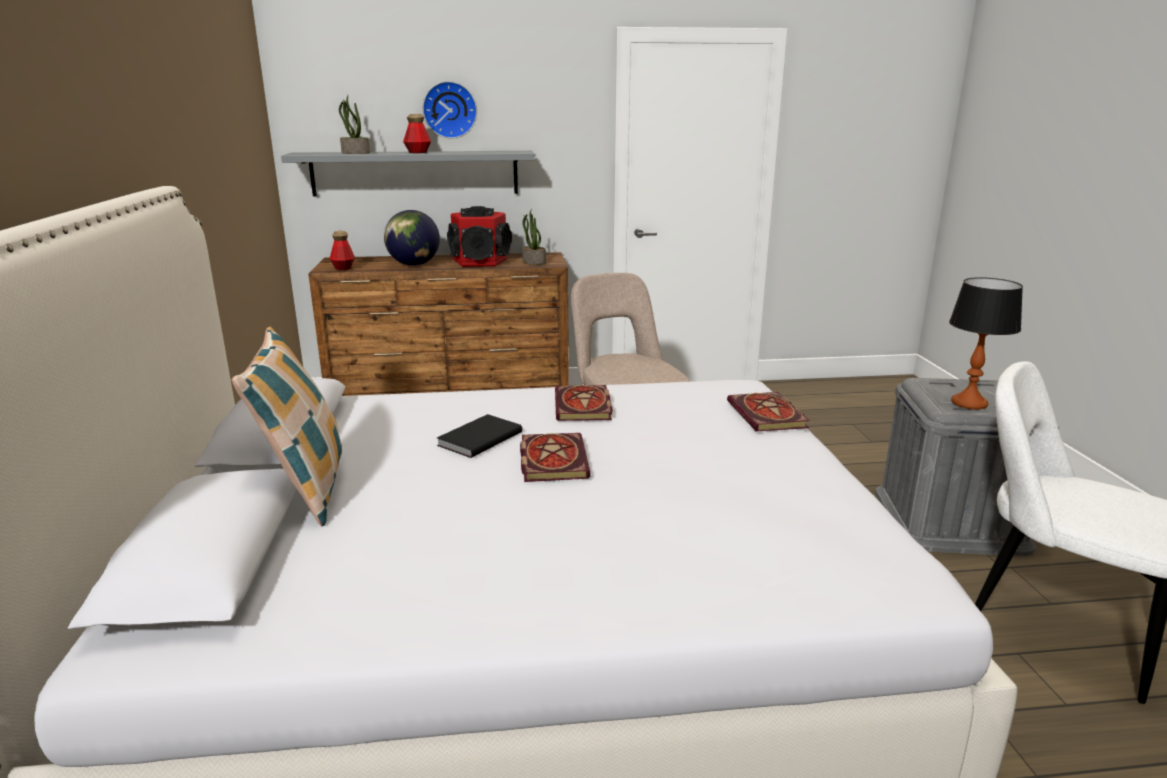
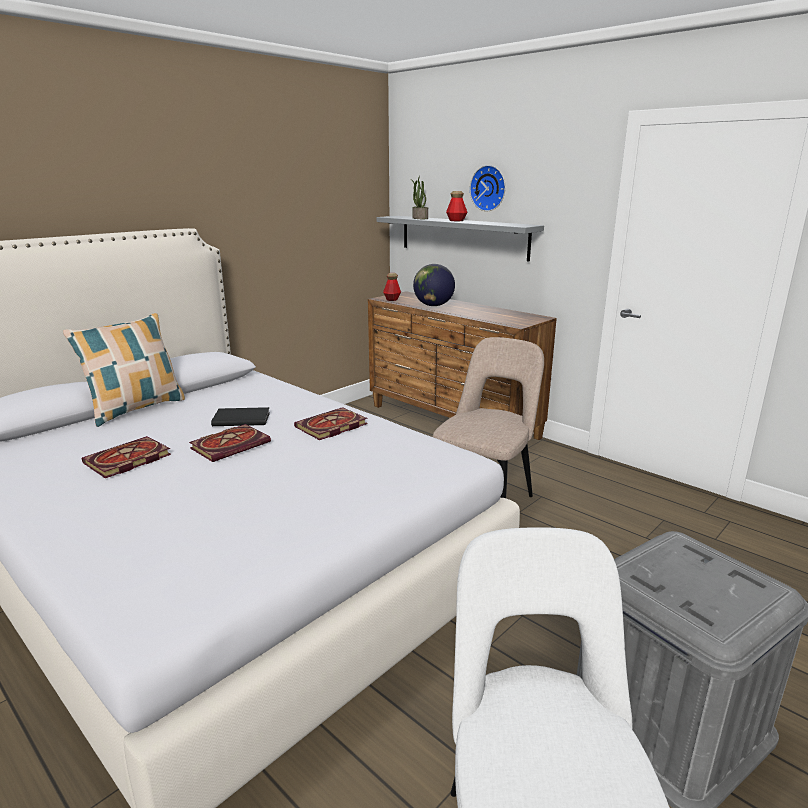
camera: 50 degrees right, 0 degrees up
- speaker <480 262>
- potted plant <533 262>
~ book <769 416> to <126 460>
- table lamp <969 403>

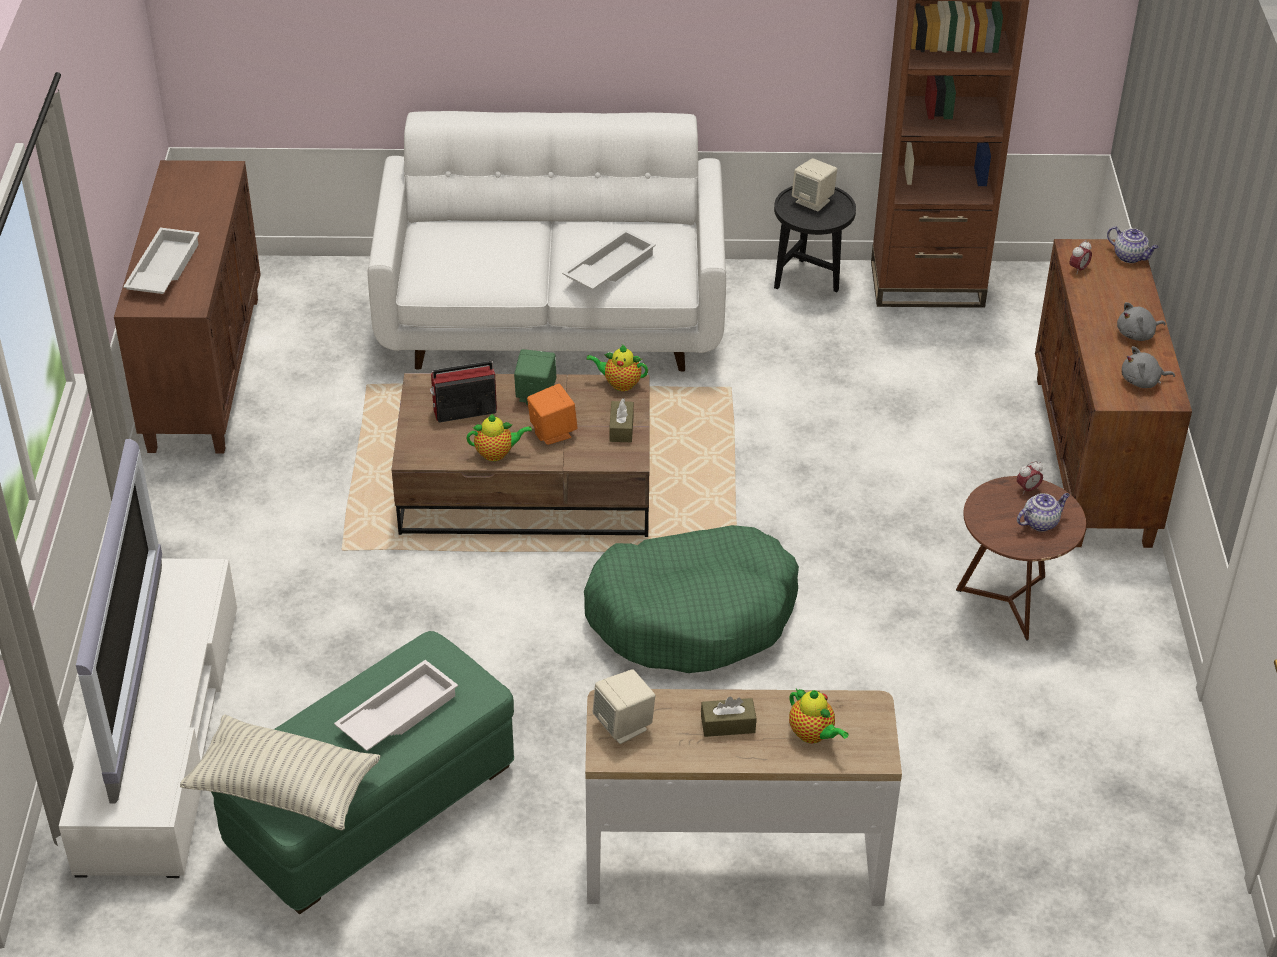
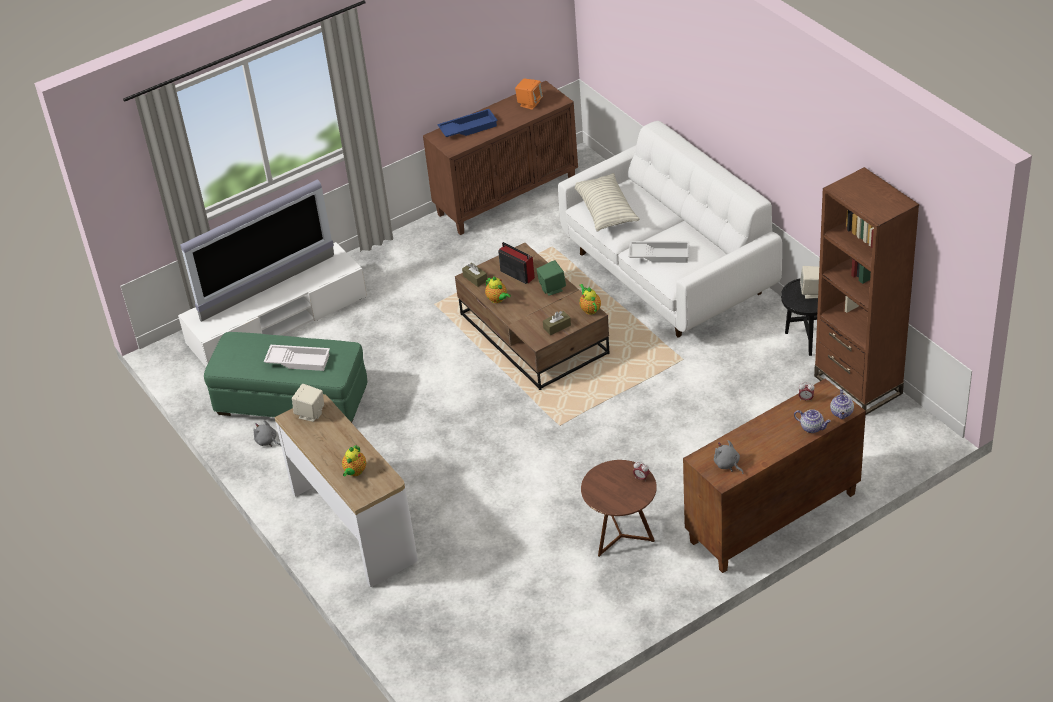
camera: 60 degrees right, 0 degrees up
~ tray/white <162 269> to tray/blue <468 128>
~ pillow <284 788> to <605 211>
~ speaker/orange <552 432> to <529 103>
- dog bed/green <693 615>
~ tissue box/brown <728 724> to <475 278>
~ teapot <1040 522> to <812 427>
~ plush toy/grey <1137 334> to <267 441>

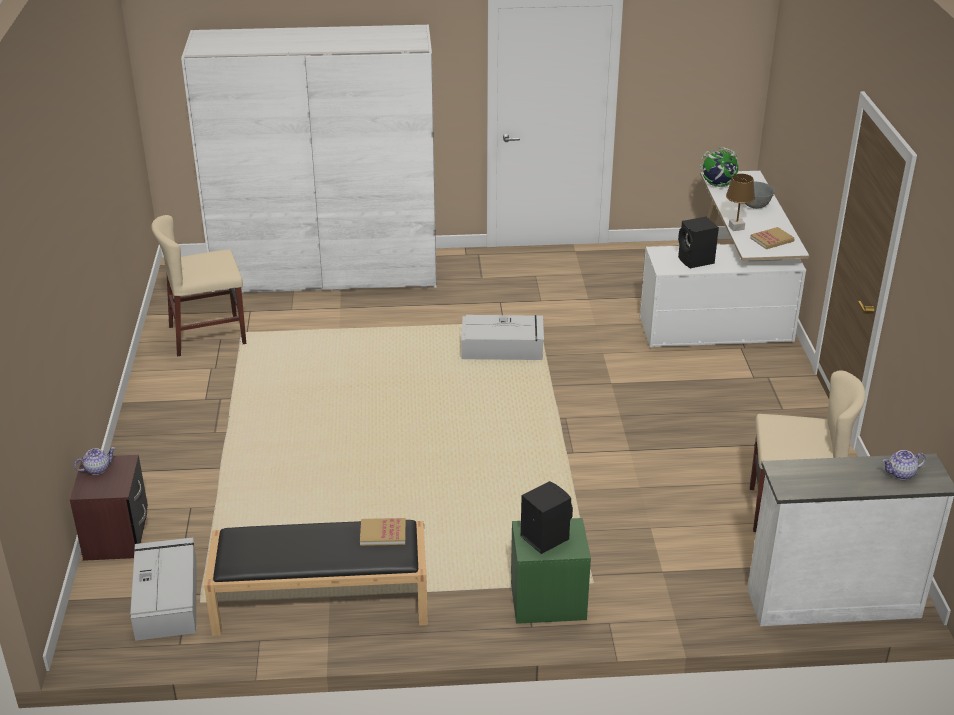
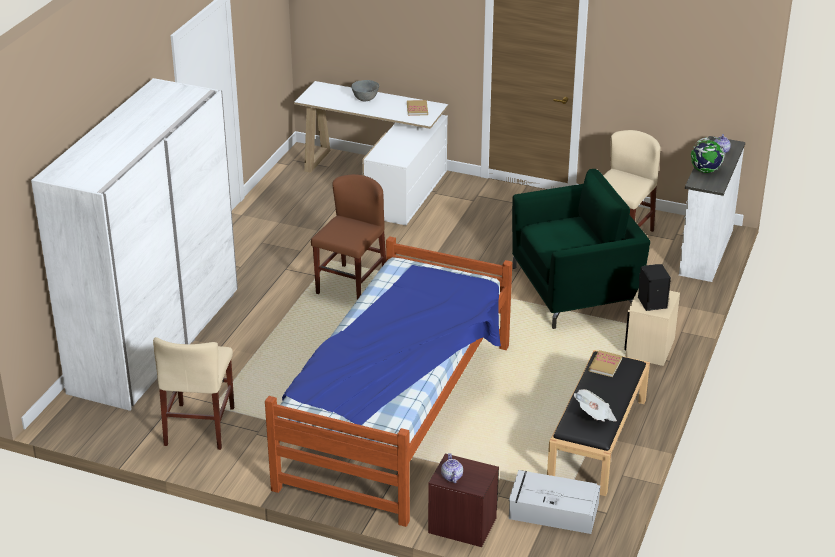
camera: 65 degrees left, 0 degrees up
~ storage box/grey <503 347> to chair/brown <351 285>
~ nightstand/green <548 601> to nightstand/beige <649 348>
- speaker/black <696 261>
~ globe <717 185> to <705 171>
- table lamp/brown <736 228>
+ bed <399 414>
+ armchair/green <575 290>
+ newspaper <595 415>

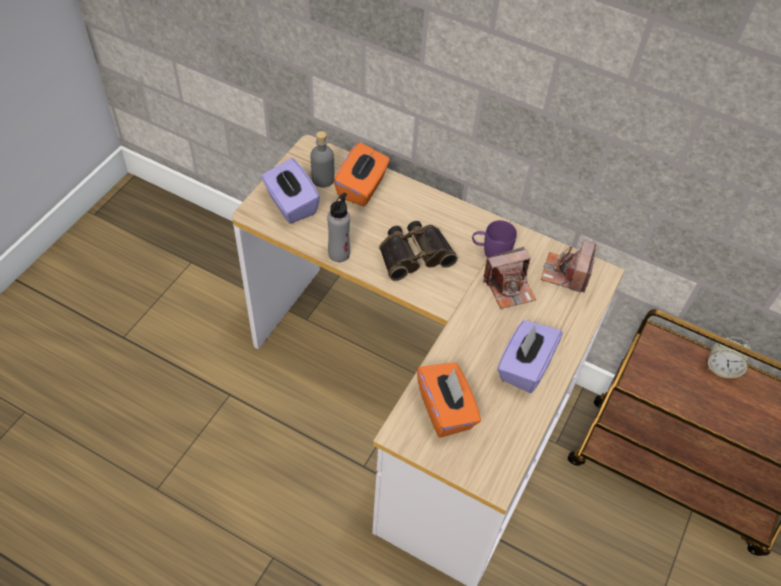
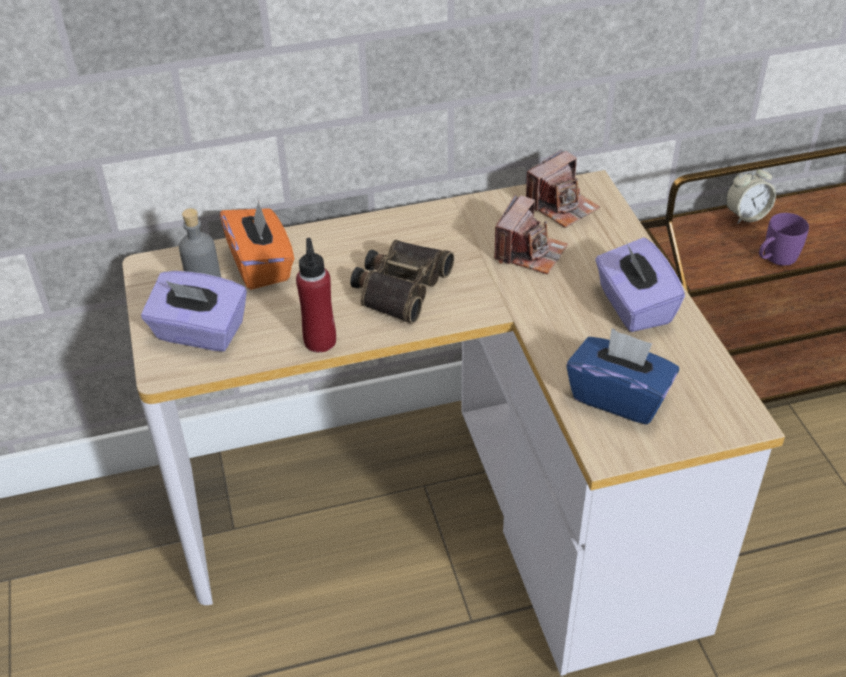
camera: 40 degrees left, 10 degrees down
~ bottle/grey <339 253> to bottle/red <320 341>
~ tissue box/orange <446 410> to tissue box/blue <619 397>
~ mug/purple <490 251> to <775 258>
~ photo camera <566 273> = <561 206> 105 degrees counterclockwise

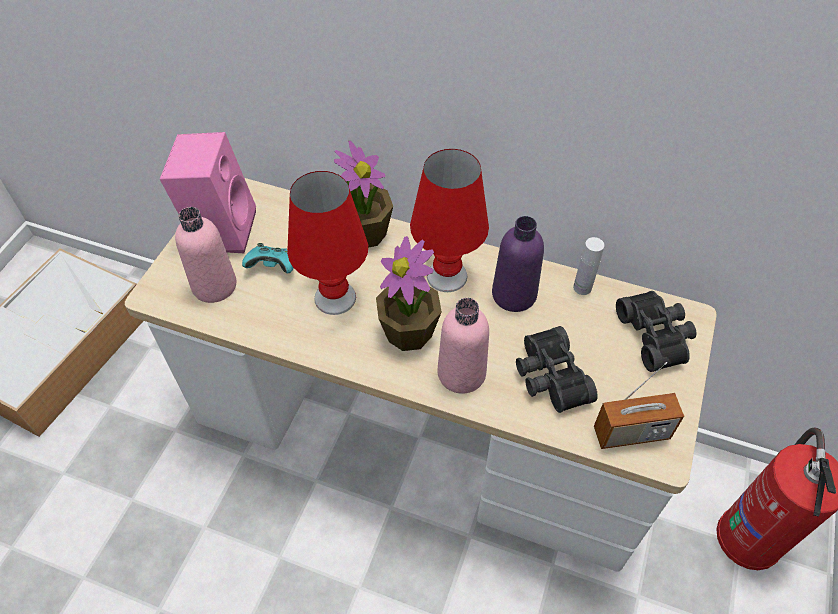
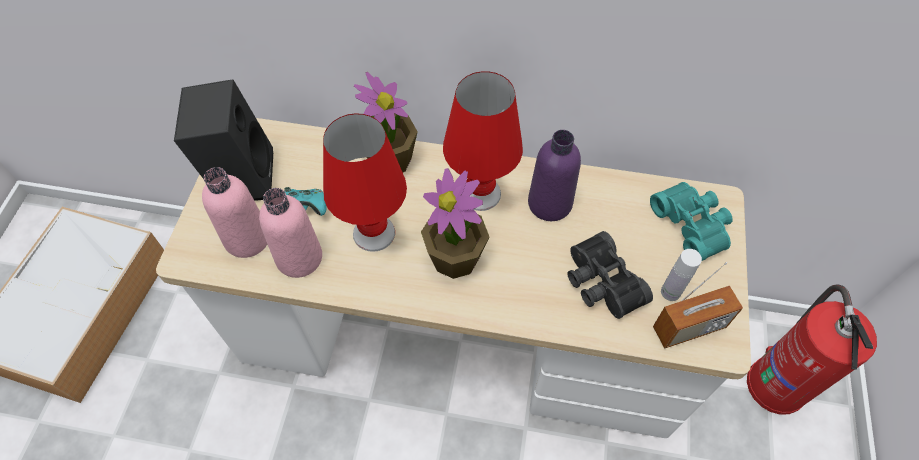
camera: 10 degrees left, 5 degrees up
~ speaker/pink <221 229> to speaker/black <241 176>
~ bottle/pink <461 373> to <299 258>
~ bottle/white <582 287> to <670 292>
~ binoculars/black <656 335> to binoculars/turquoise <692 225>

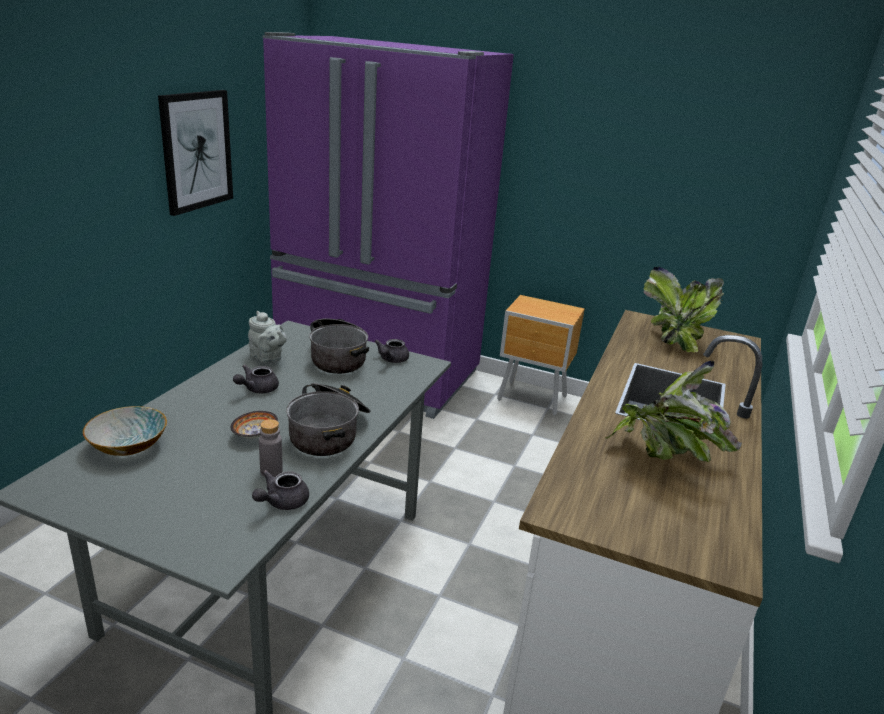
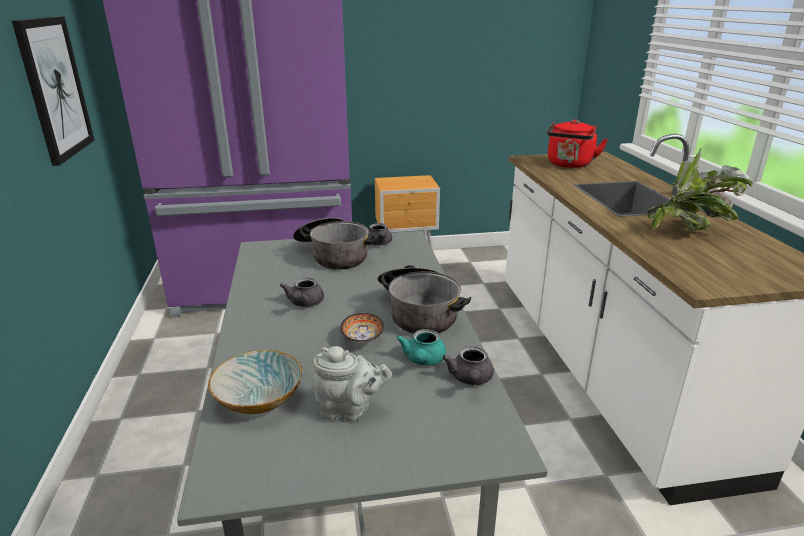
camera: 30 degrees left, 0 degrees up
~ teapot/grey <267 358> to <349 410>
~ bottle/grey <271 471> to teapot/turquoise <423 360>
~ potted plant <676 340> to kettle/red <569 165>

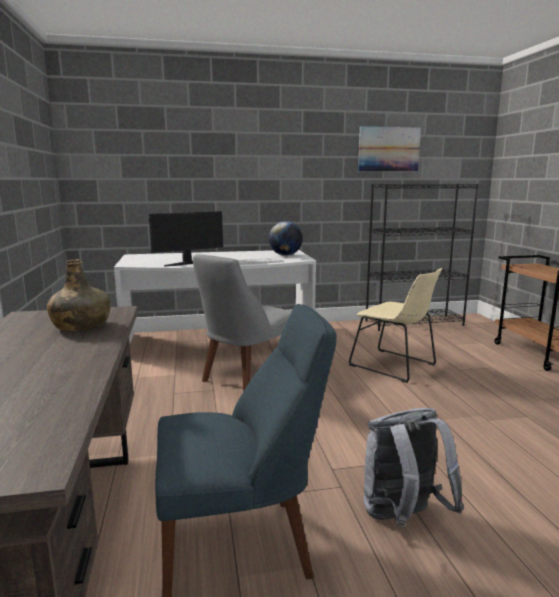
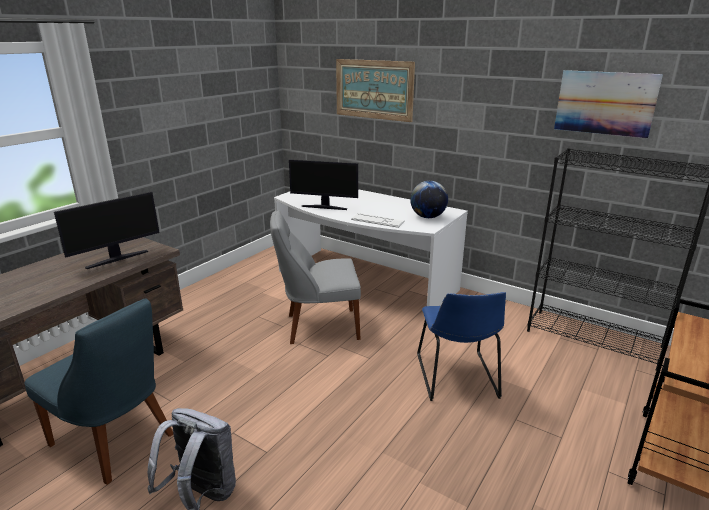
camera: 45 degrees right, 10 degrees up
~ bottle/green <81 326> to monitor <117 259>
~ chair/beige <395 366> to chair/blue <457 378>
+ picture <374 89>

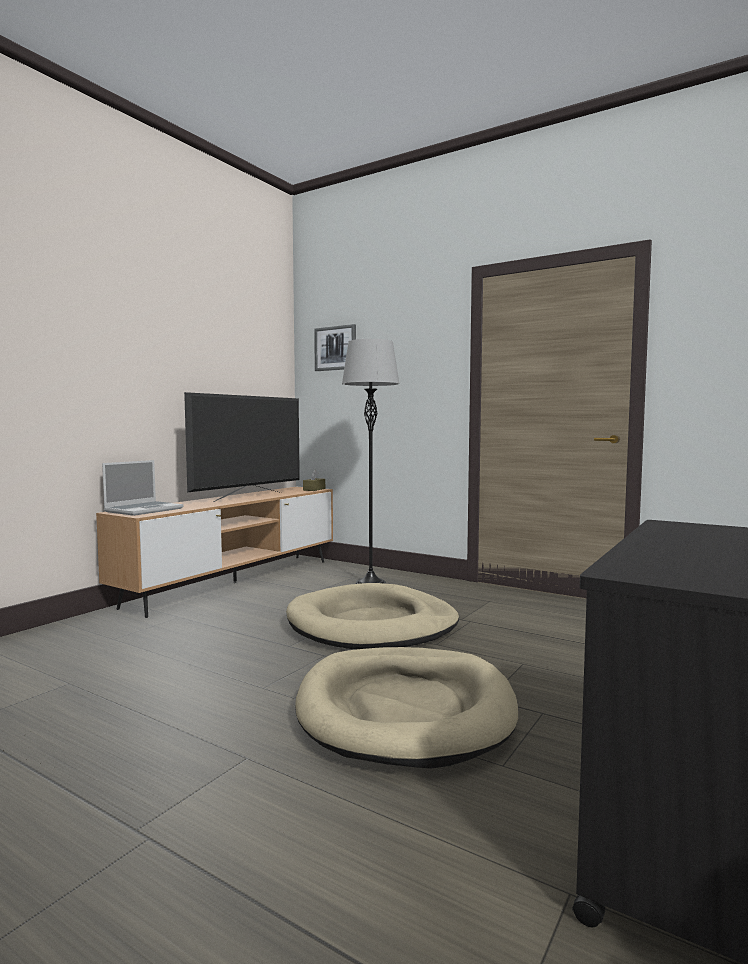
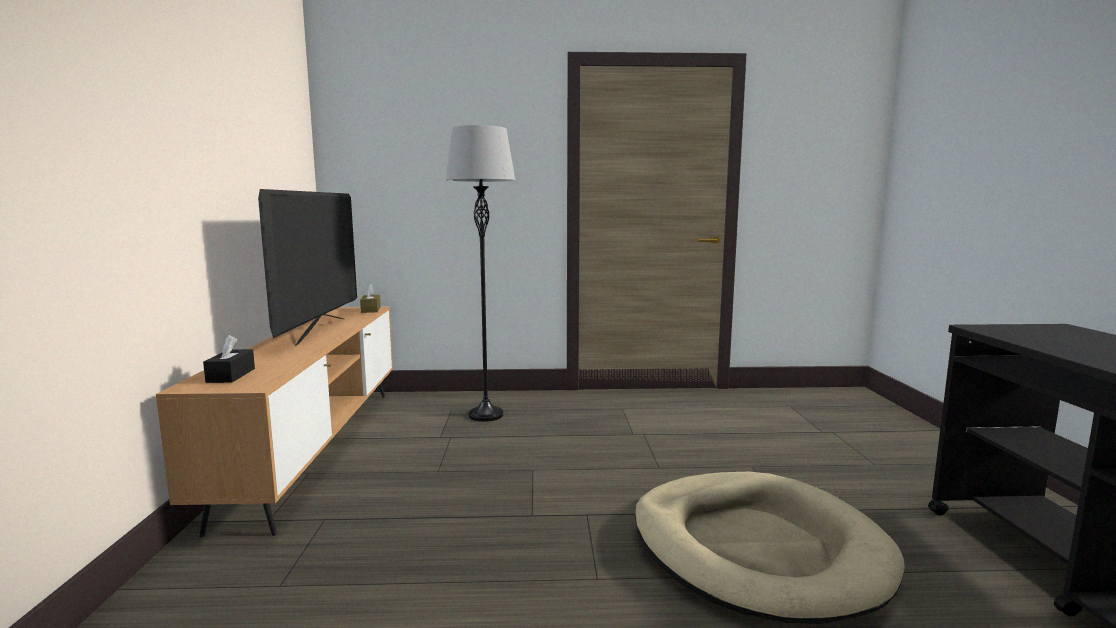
camera: 35 degrees left, 5 degrees up
~ laptop <144 510> to tissue box/black <231 375>
- dog bed/beige <372 625>
- picture <335 348>

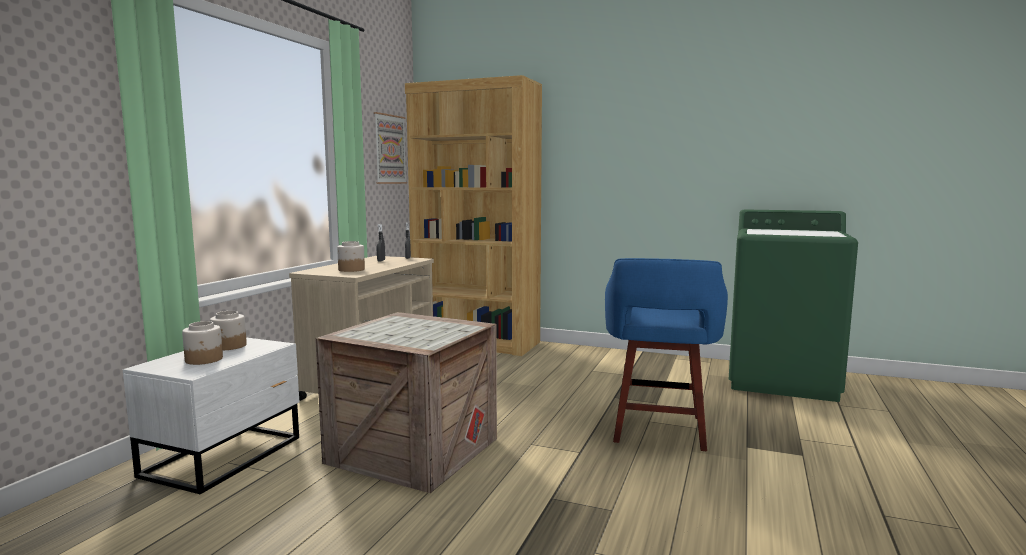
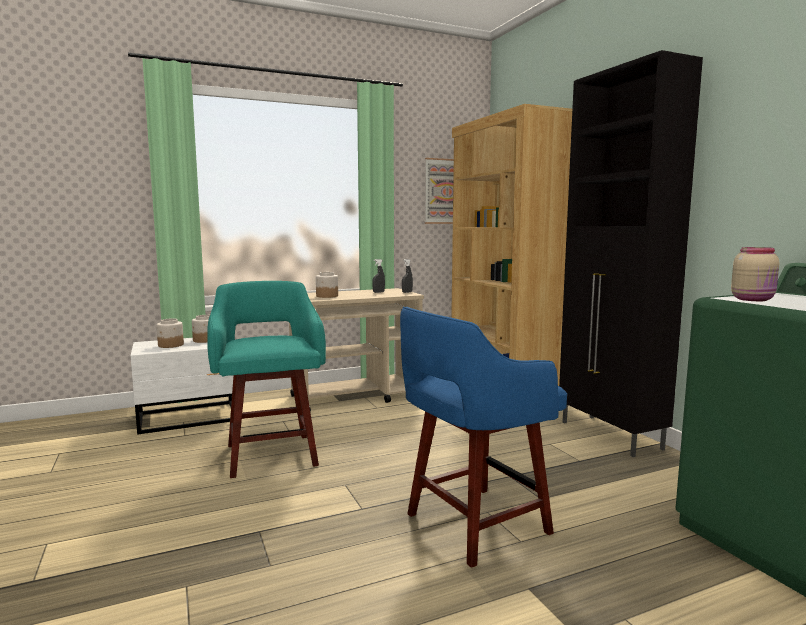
camera: 45 degrees right, 0 degrees up
~ crate <413 449> to stool/turquoise <271 453>
+ cabinet/black <610 436>
+ jar/beige <753 299>

